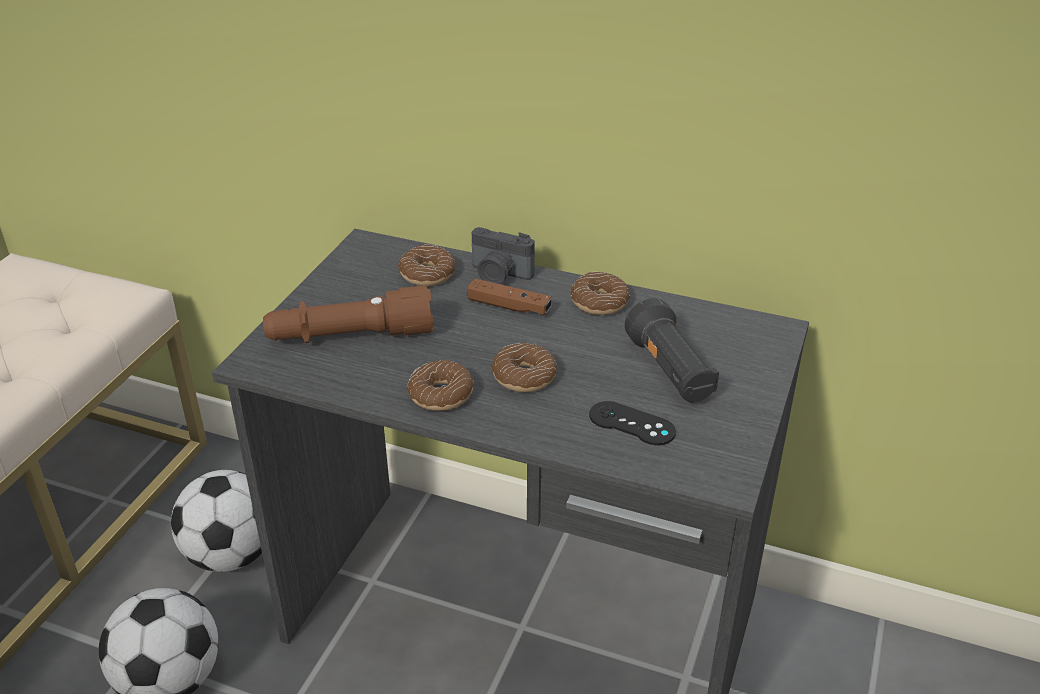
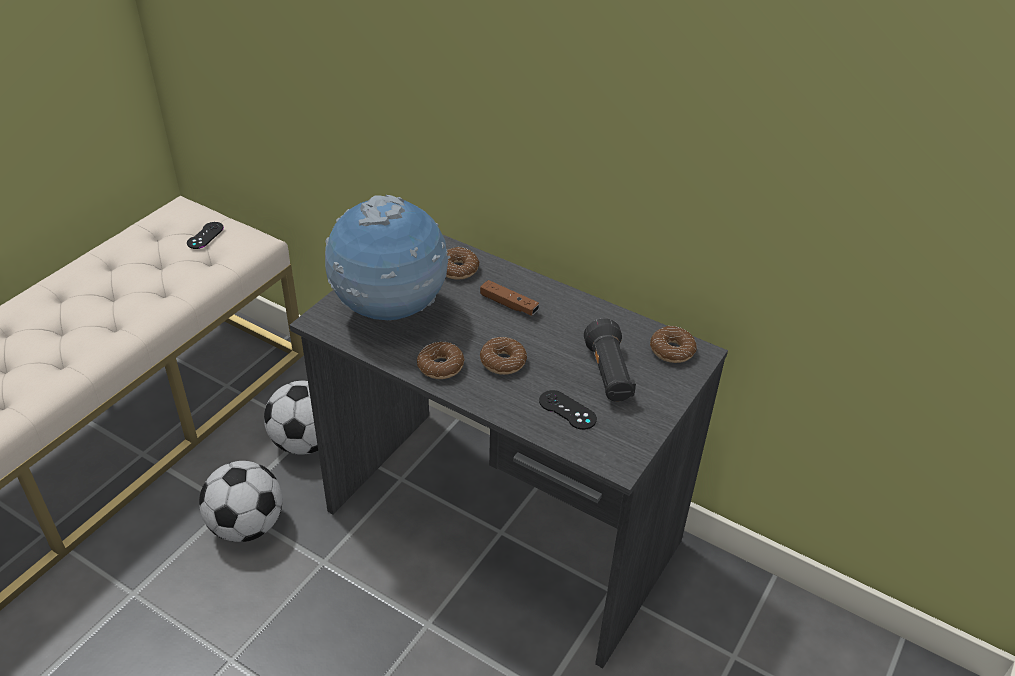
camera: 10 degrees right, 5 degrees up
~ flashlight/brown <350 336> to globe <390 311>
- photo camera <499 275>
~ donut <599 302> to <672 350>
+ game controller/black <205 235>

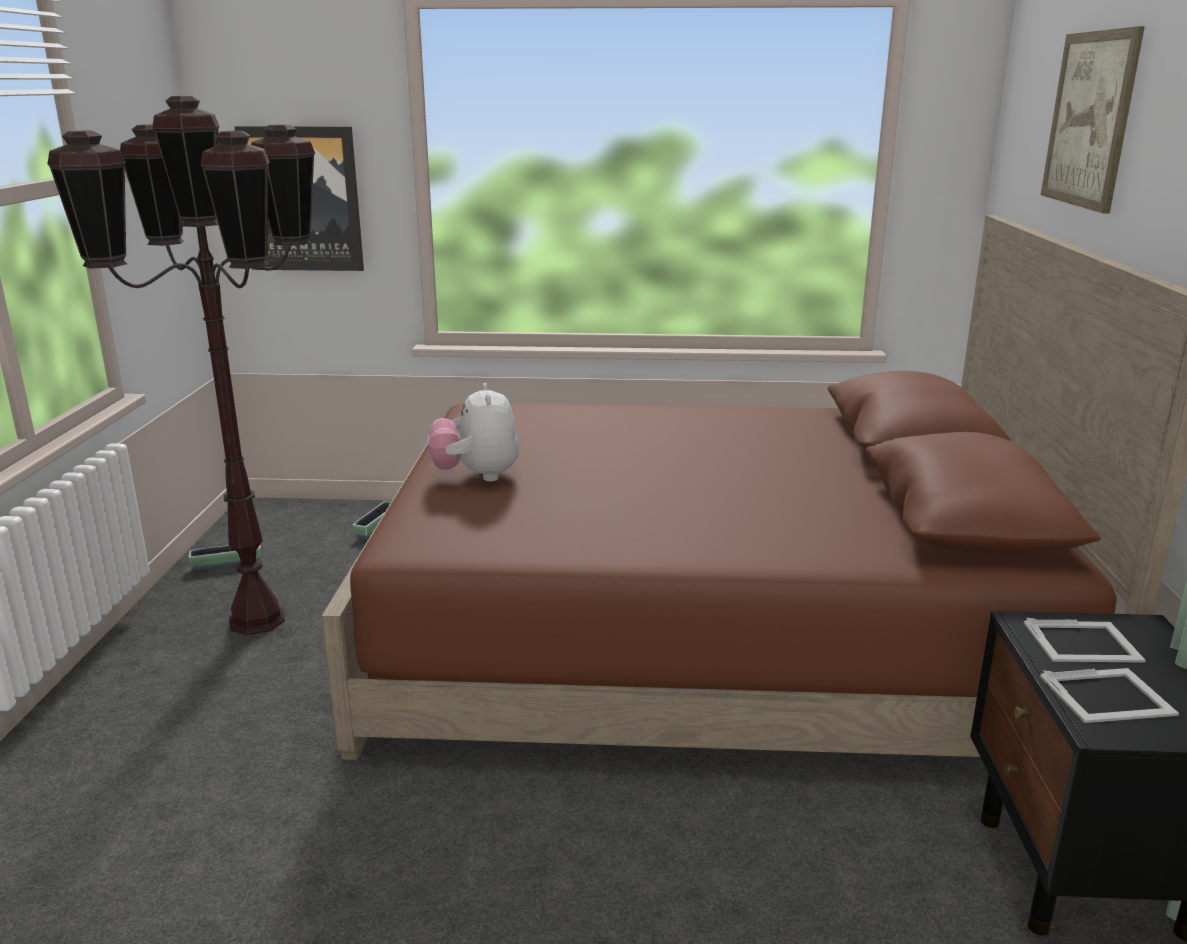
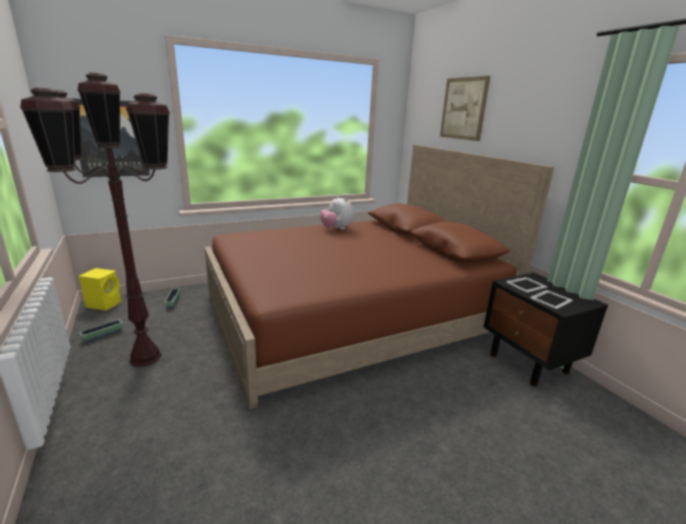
camera: 30 degrees left, 0 degrees up
~ plush toy <476 476> to <336 229>
+ speaker/yellow <105 304>

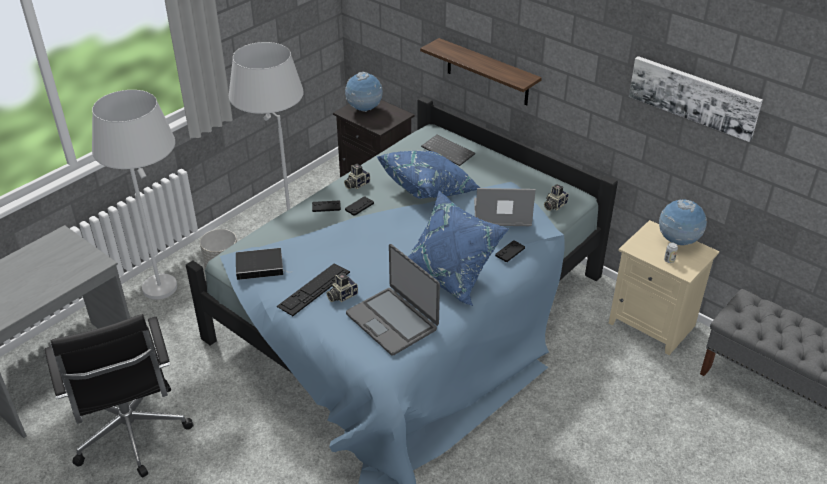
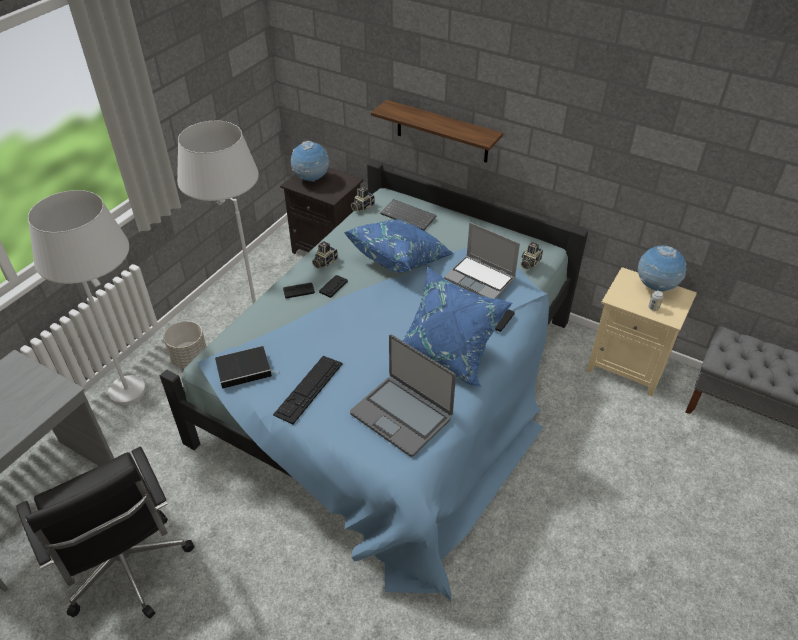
camera: 10 degrees left, 5 degrees up
~ photo camera <341 295> to <362 206>
~ laptop <501 214> = <481 279> 135 degrees counterclockwise
- picture <693 96>

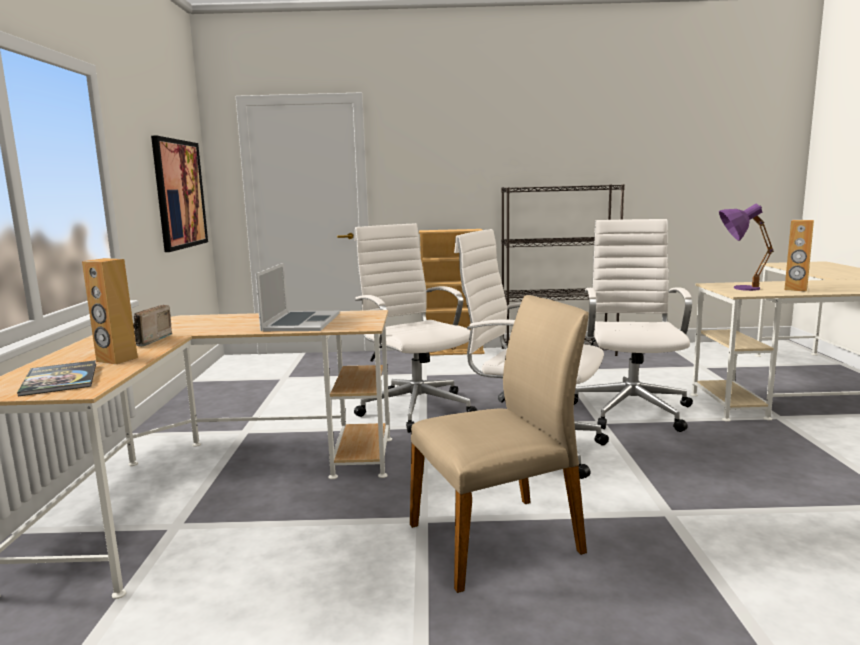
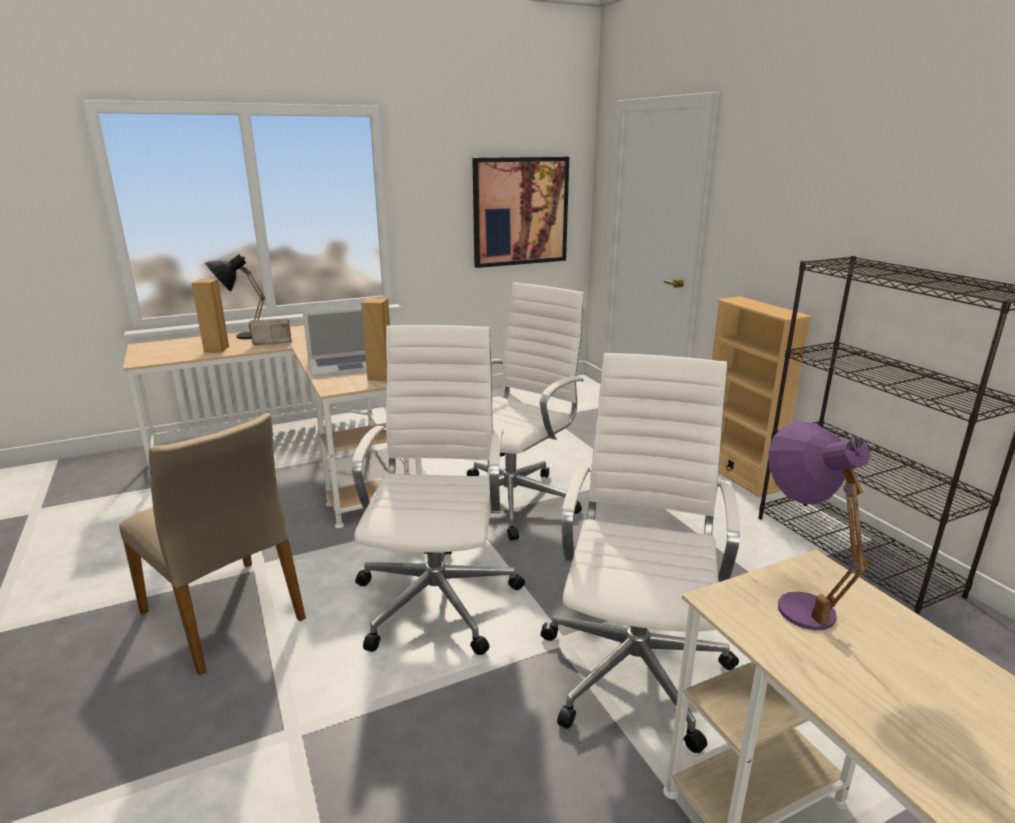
camera: 65 degrees right, 10 degrees up
- book <60 379>
~ office chair/white <631 409> = <635 666> 60 degrees counterclockwise
~ speaker/brown <795 289> to <380 377>
+ table lamp/black <239 336>

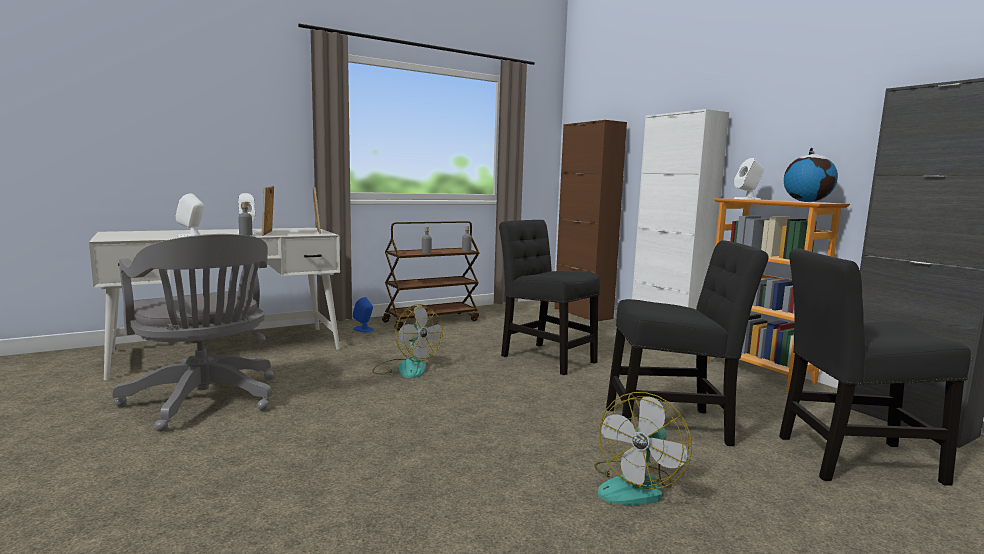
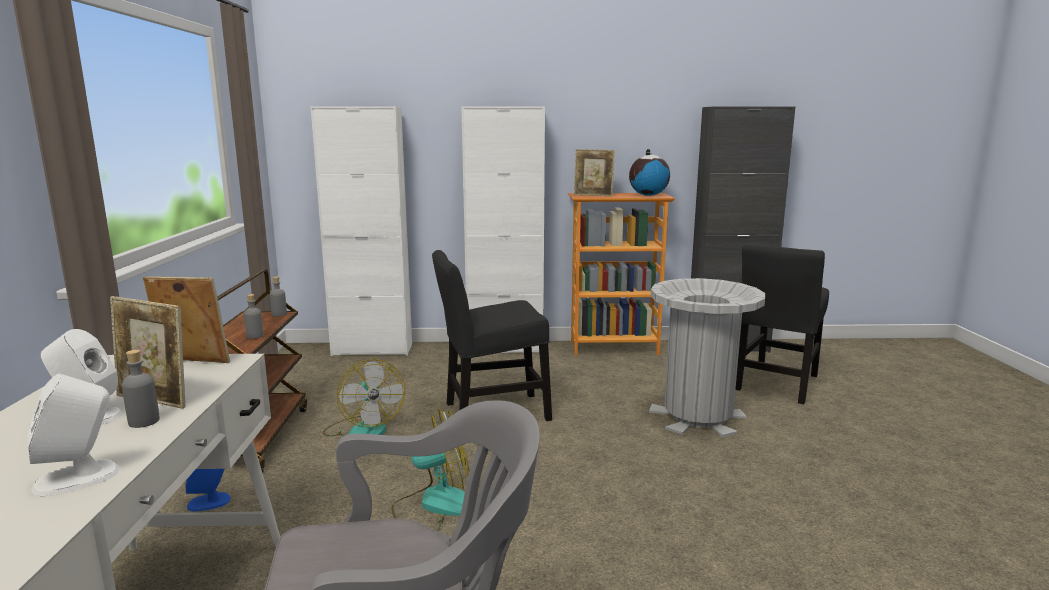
camera: 60 degrees left, 5 degrees up
~ cabinet/brown <583 313> to cabinet/white <372 350>
~ fan <636 486> to <363 430>
~ chair/black <673 425> to trash can/grey <698 416>
~ speaker/white <747 199> to picture frame <593 195>

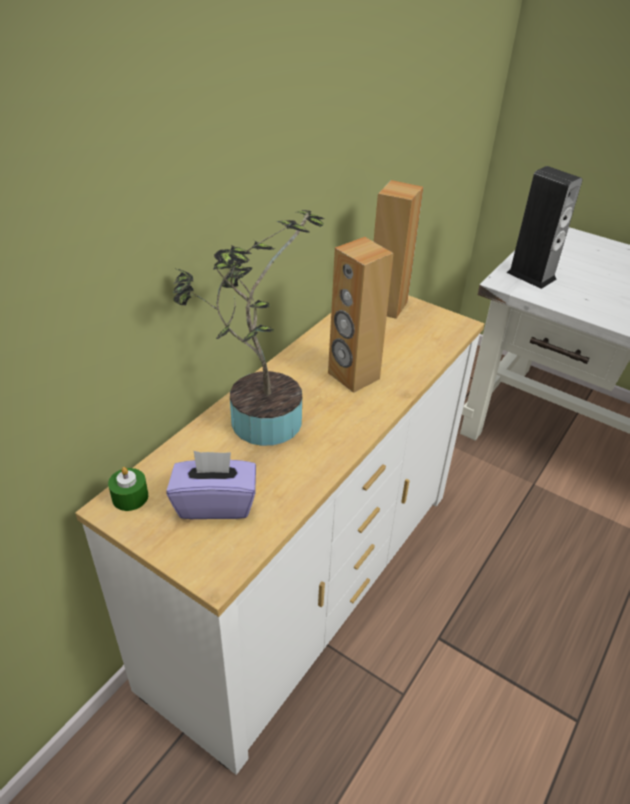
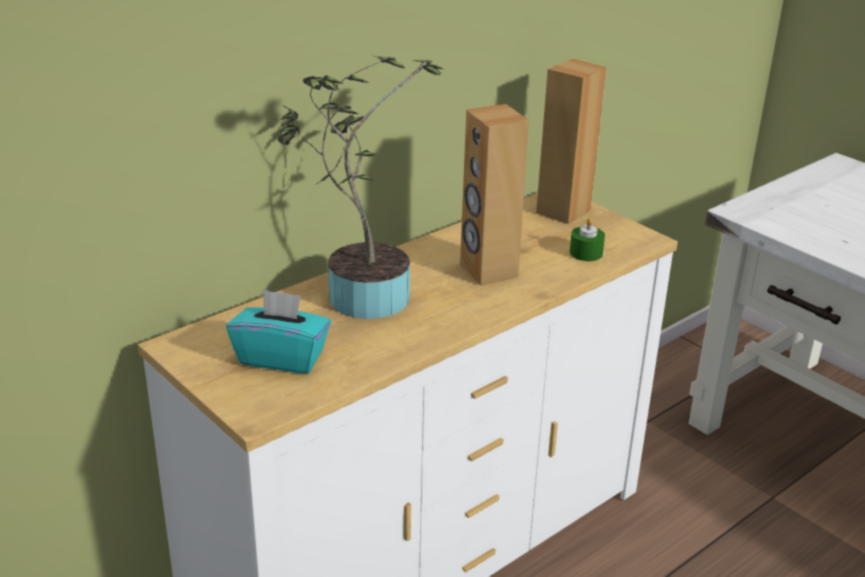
camera: 15 degrees right, 10 degrees down
~ candle/green <130 497> to <586 253>
~ tissue box/purple <215 503> to tissue box/turquoise <281 357>
- speaker <531 276>

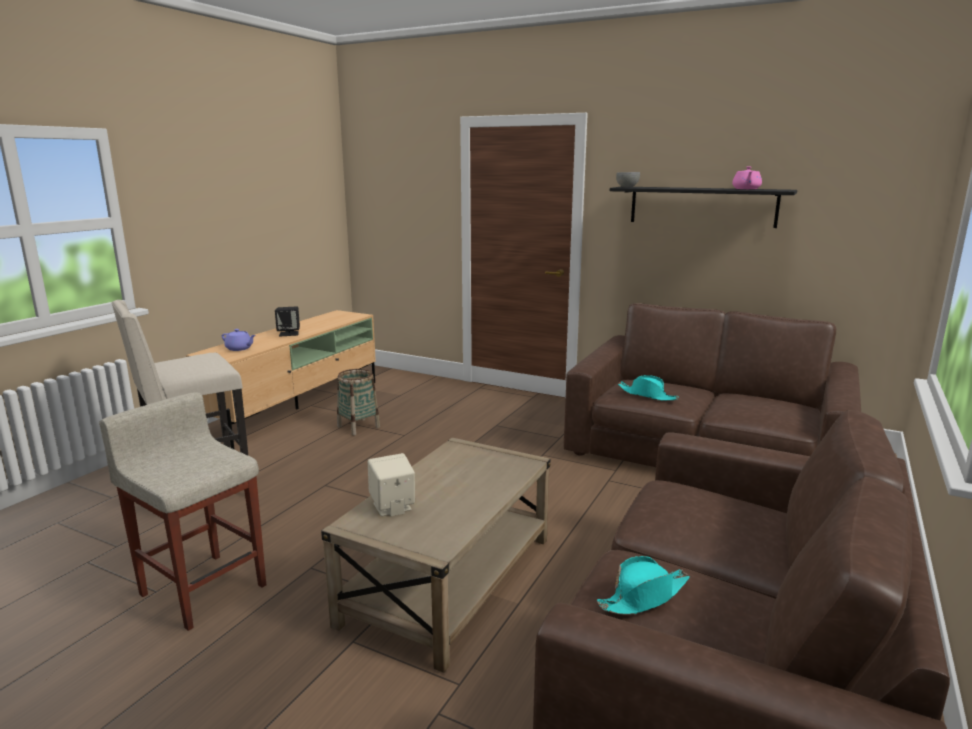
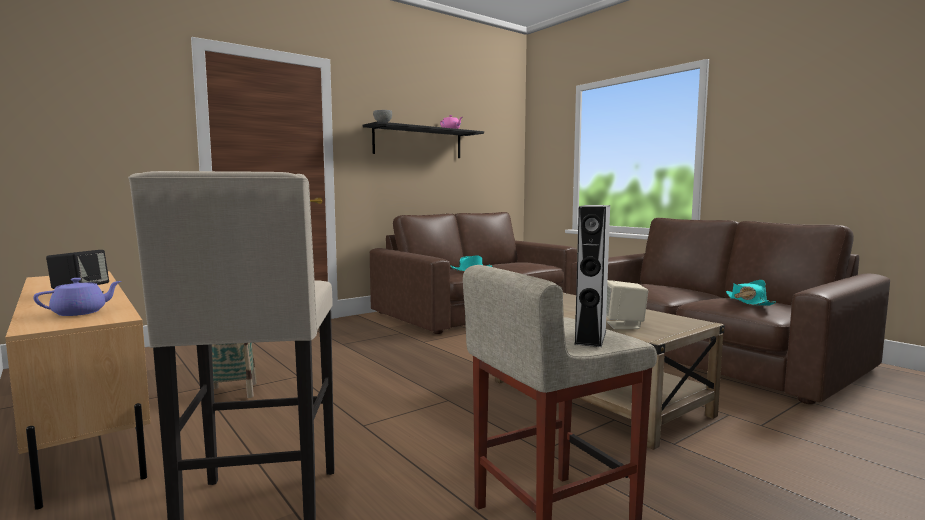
camera: 65 degrees left, 10 degrees down
+ speaker/grey <590 337>

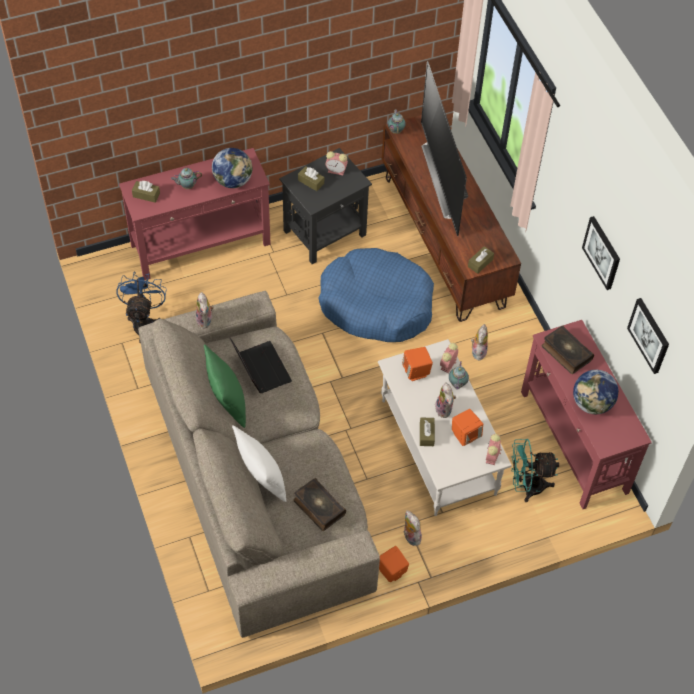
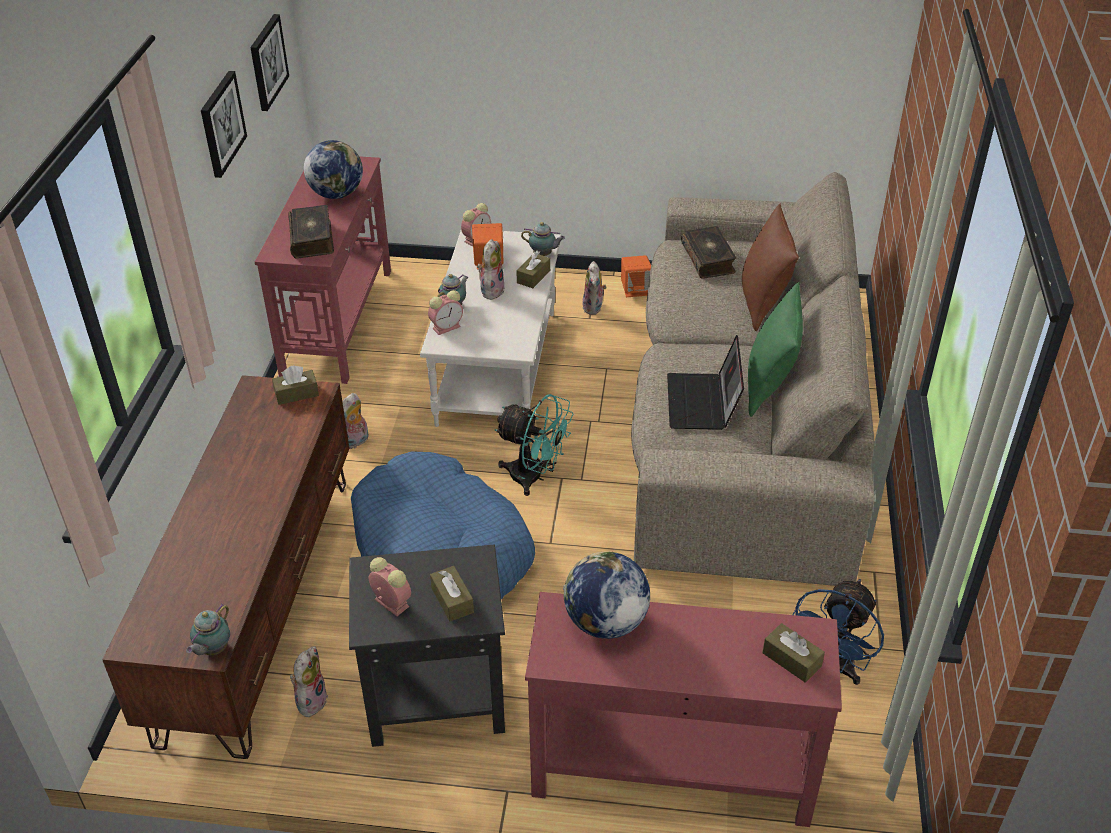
camera: 150 degrees left, 15 degrees down
~ teapot <187 186> to <543 255>
~ plush toy <205 320> to <310 700>
~ pillow/white <261 478> to pillow/brown <763 303>
- speaker/orange <416 371>
- television <445 179>
~ fan/turquoise <527 486> to <534 477>

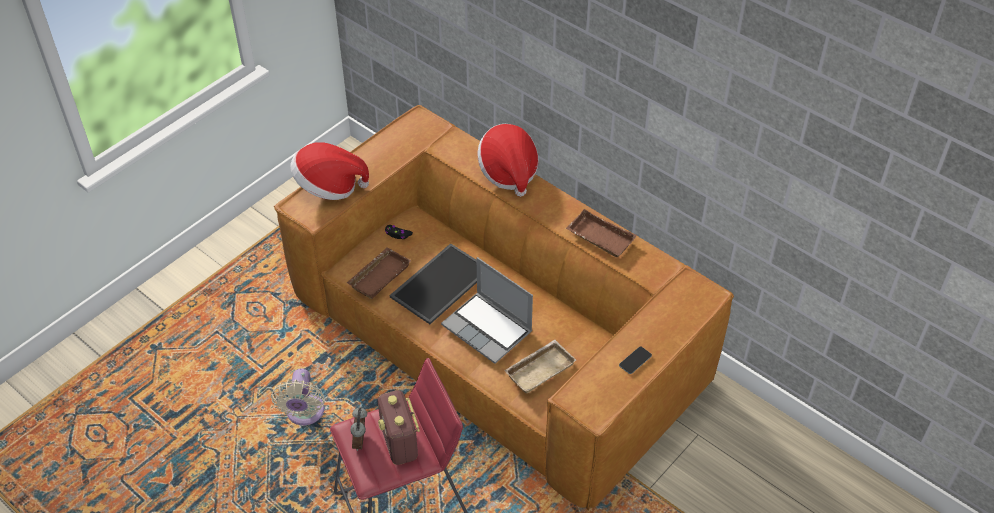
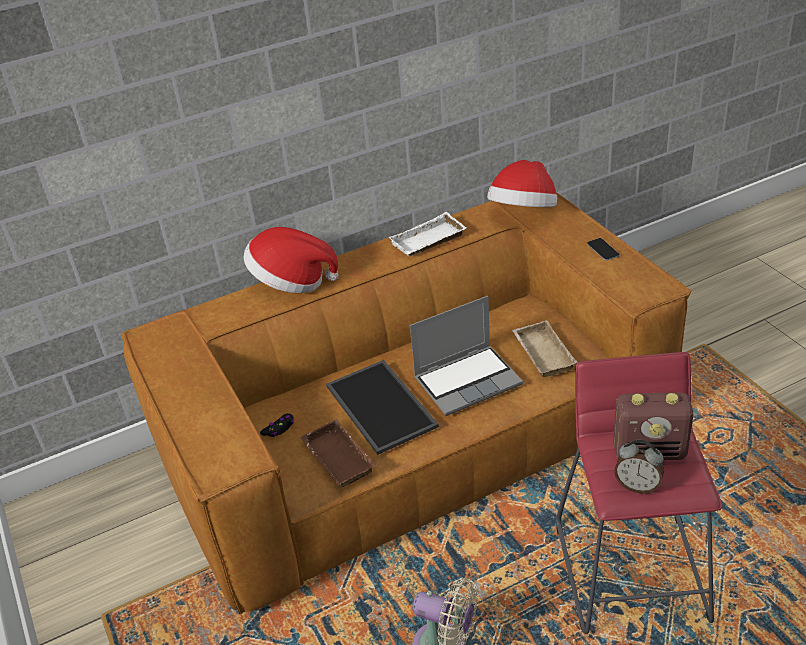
camera: 65 degrees left, 10 degrees down
~ hat <329 186> to <523 213>
~ tray/brown <598 238> to tray/white <428 241>

